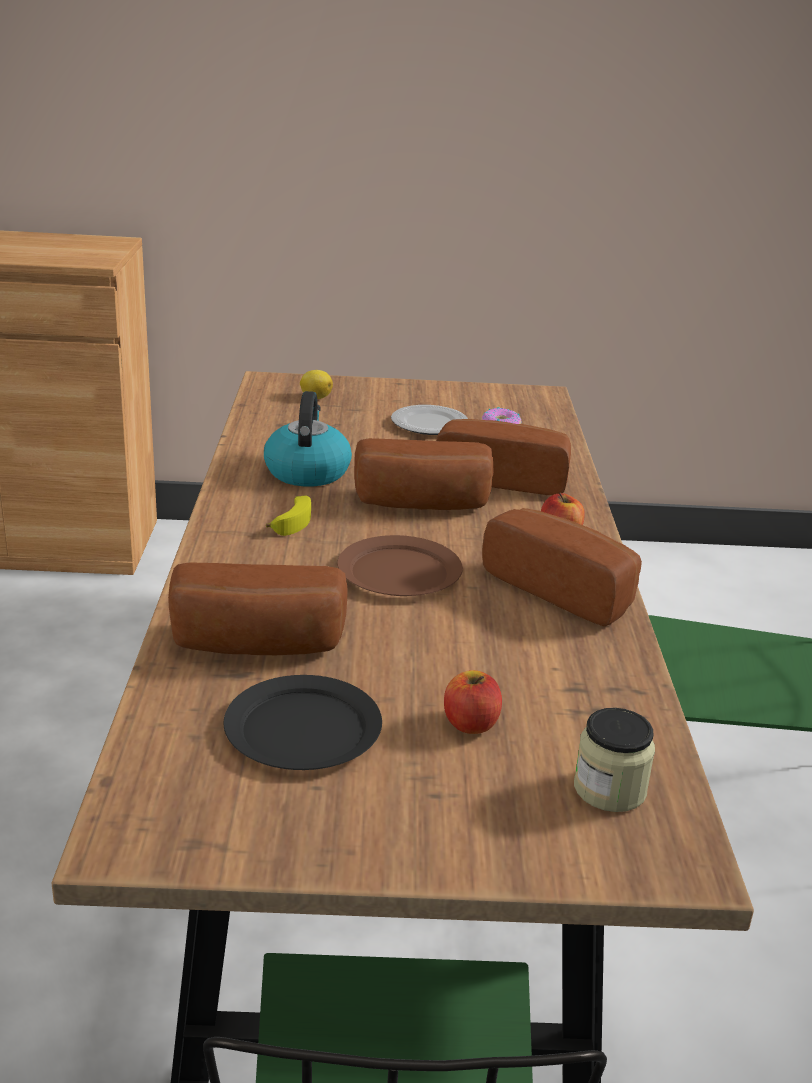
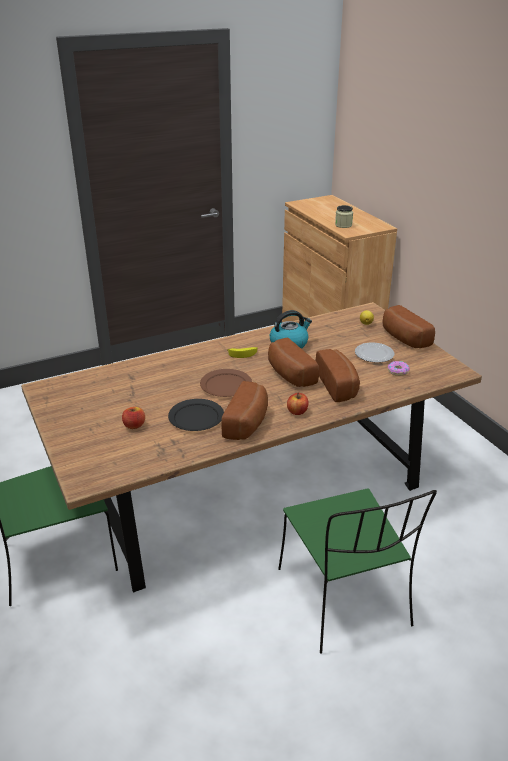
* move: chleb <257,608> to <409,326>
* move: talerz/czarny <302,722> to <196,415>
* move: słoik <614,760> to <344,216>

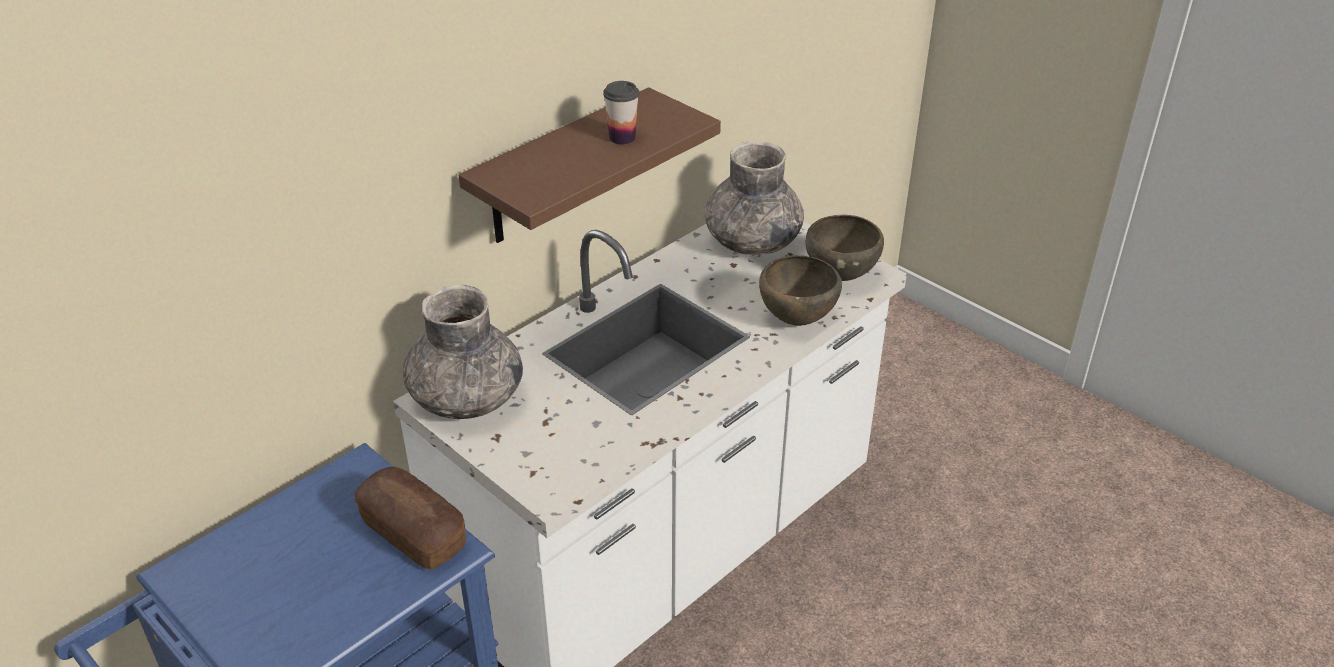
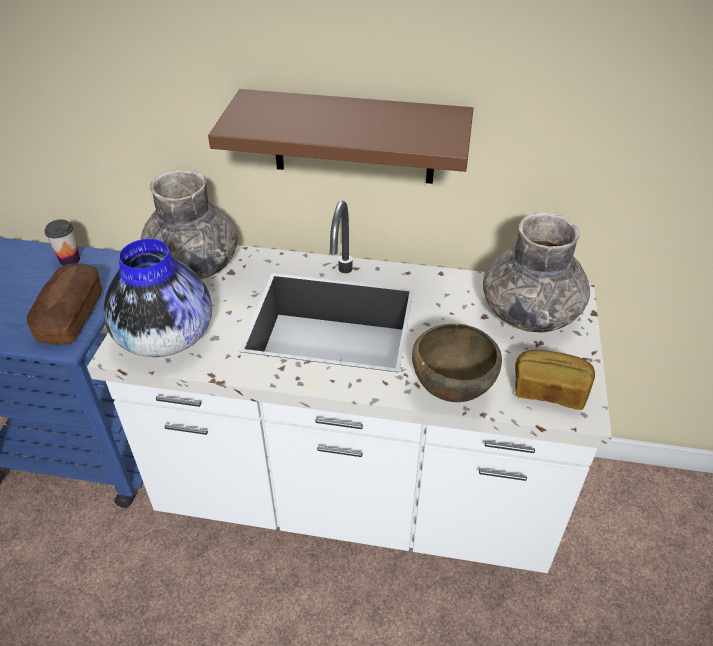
* insert: wazon <157,298>
* move: filiżanka <621,113> to <62,242>
* replace: miska/brązowy <845,248> to chleb <555,380>

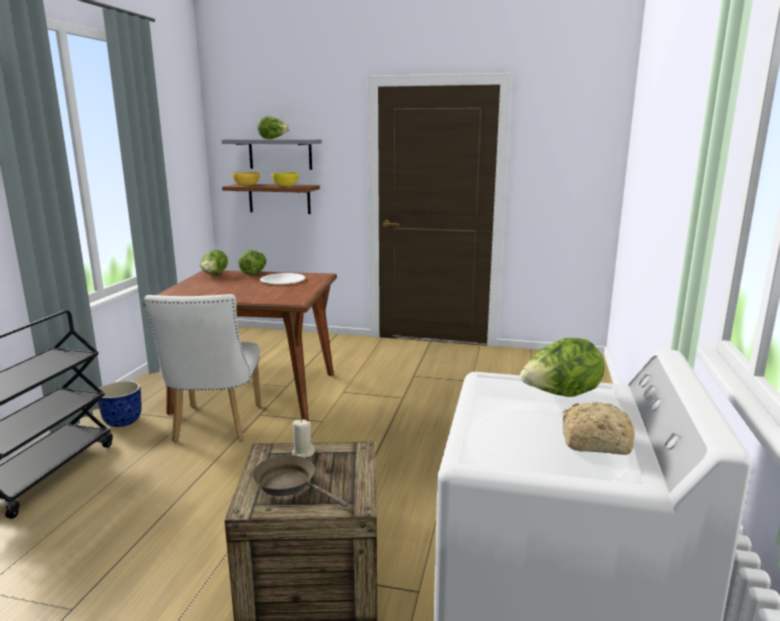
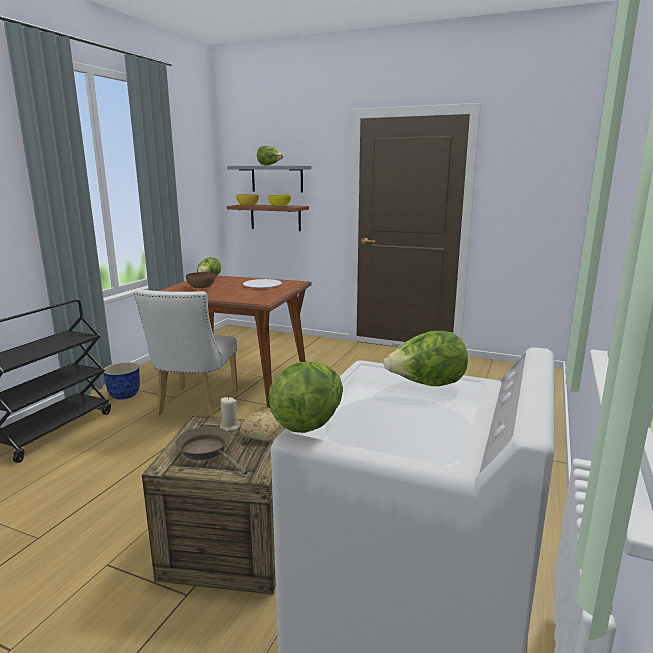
* insert: miska/brązowy <200,280>
* move: sałata <252,262> to <305,397>
* move: chleb <598,428> to <262,427>

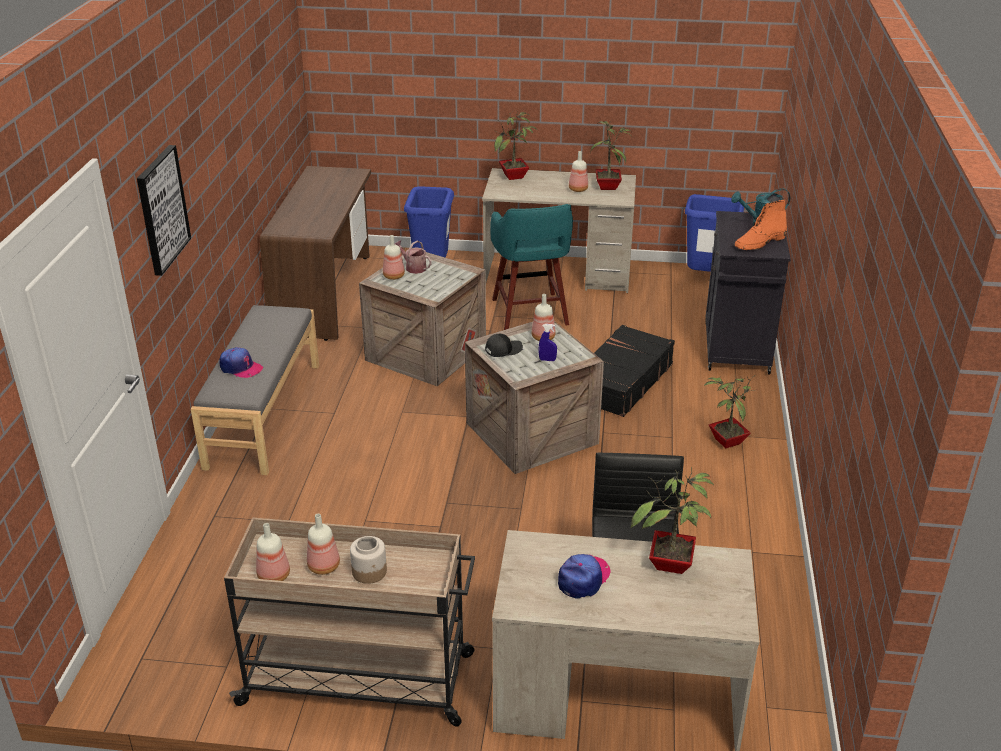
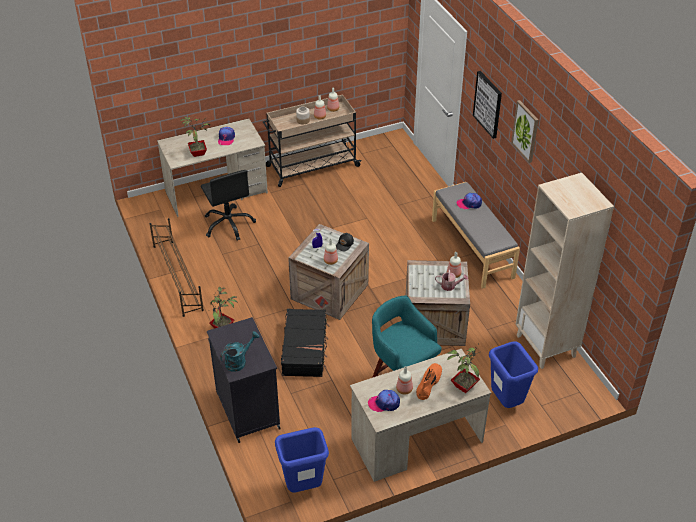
* insert: regał na buty/brązowy <176,267>
* insert: obraz <524,131>
* move: but z cholewką/pomarańczowy <761,225> to <429,381>
* replace: biurko/brązowy <315,253> to regał/beżowy <564,271>
* replace: roślina doniczkowa <611,155> to czapka z daszkiem <384,401>

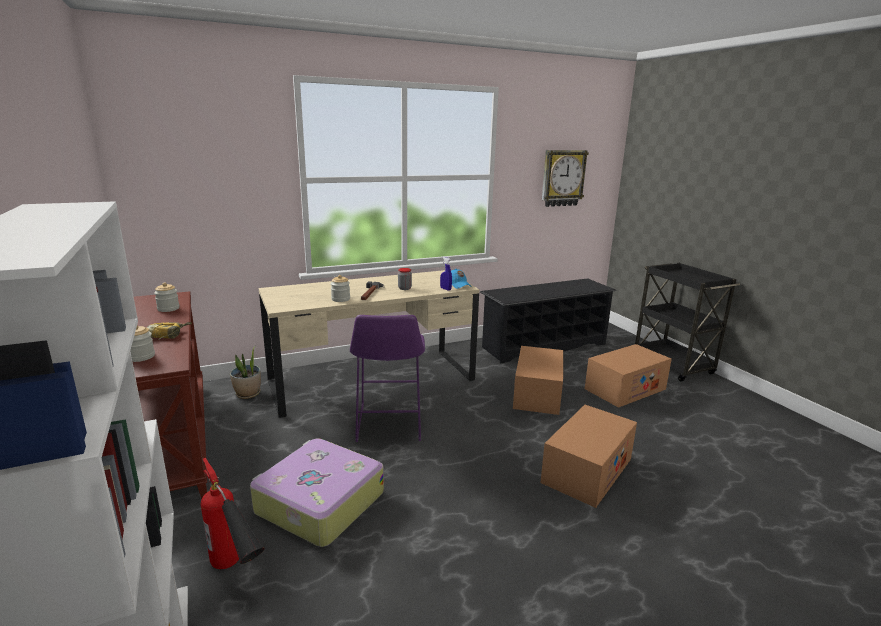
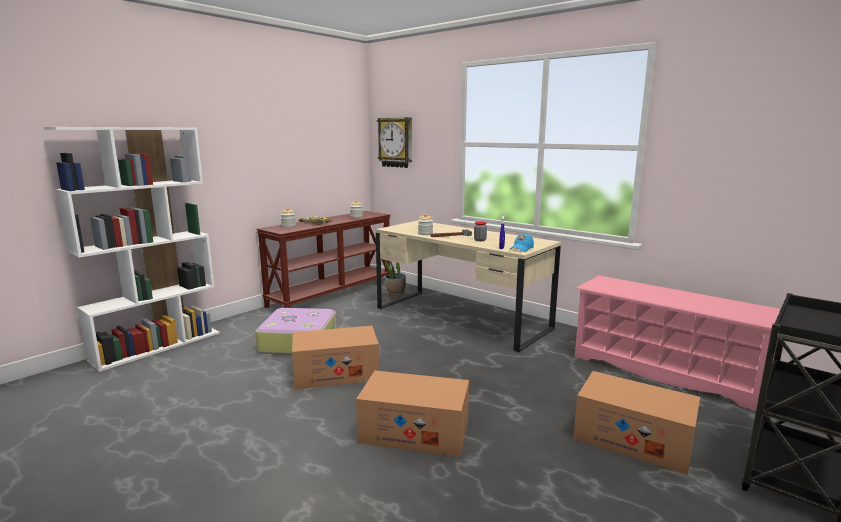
* delete: gaśnica <233,513>
* delete: stołek/fioletowy <387,378>
* move: karton <538,380> to <335,357>
* move: zegar ścienny <565,178> to <394,142>
* recolor: regał na buty/czarny <548,320> to regał na buty/różowy <678,343>

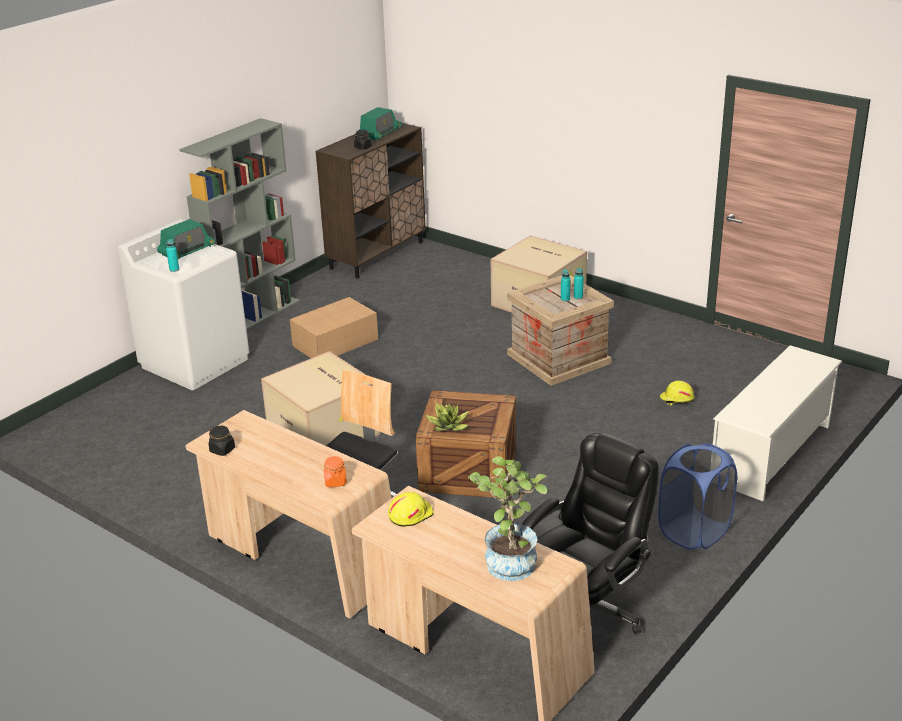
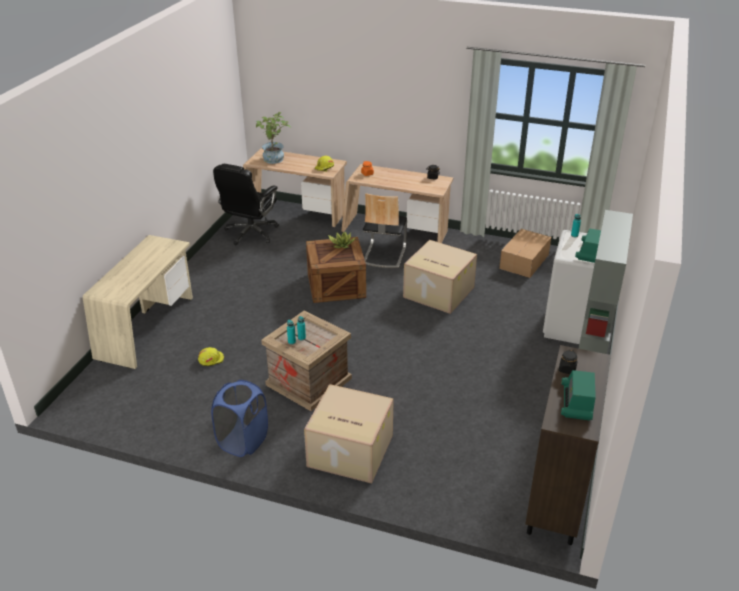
* move: karton <334,327> to <525,253>
* move: kosz na pranie/niebieski <697,496> to <239,418>
* replace: regał na buty/biały <777,423> to biurko/beżowy <138,302>

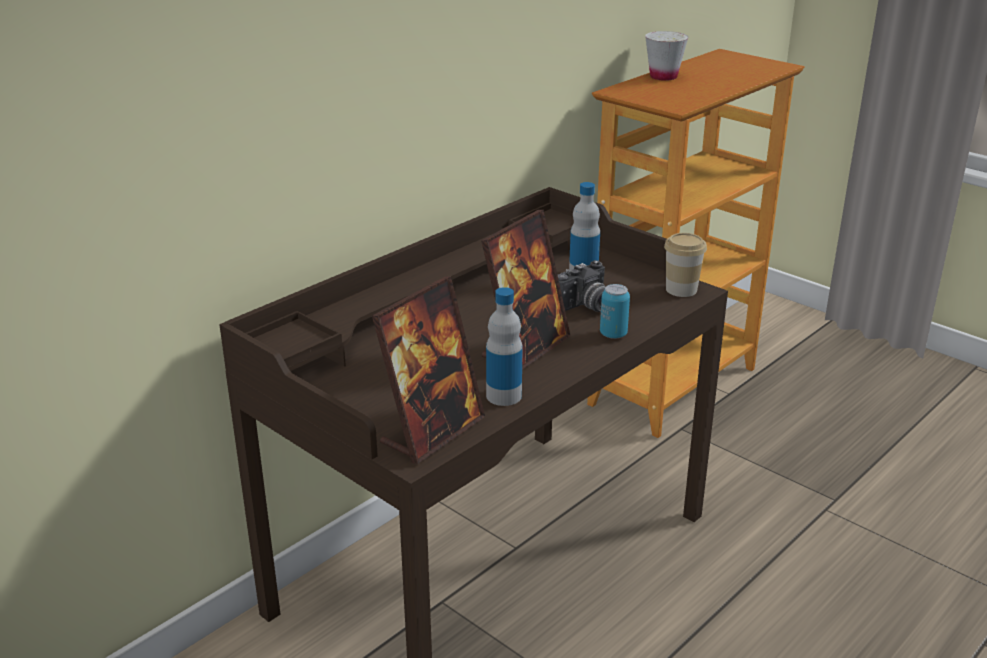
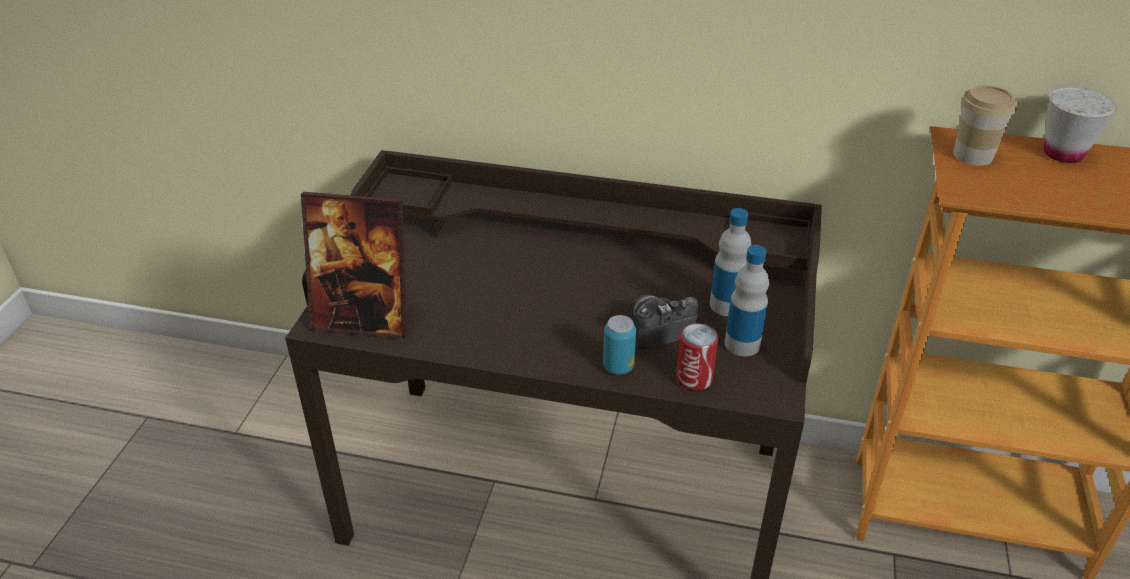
* delete: ramka na zdjęcie <525,290>
* insert: puszka <697,356>
* move: butelka <504,346> to <747,300>
* move: filiżanka <685,265> to <985,125>
* rotate: aparat fotograficzny <582,286> = <665,322> 135 degrees clockwise

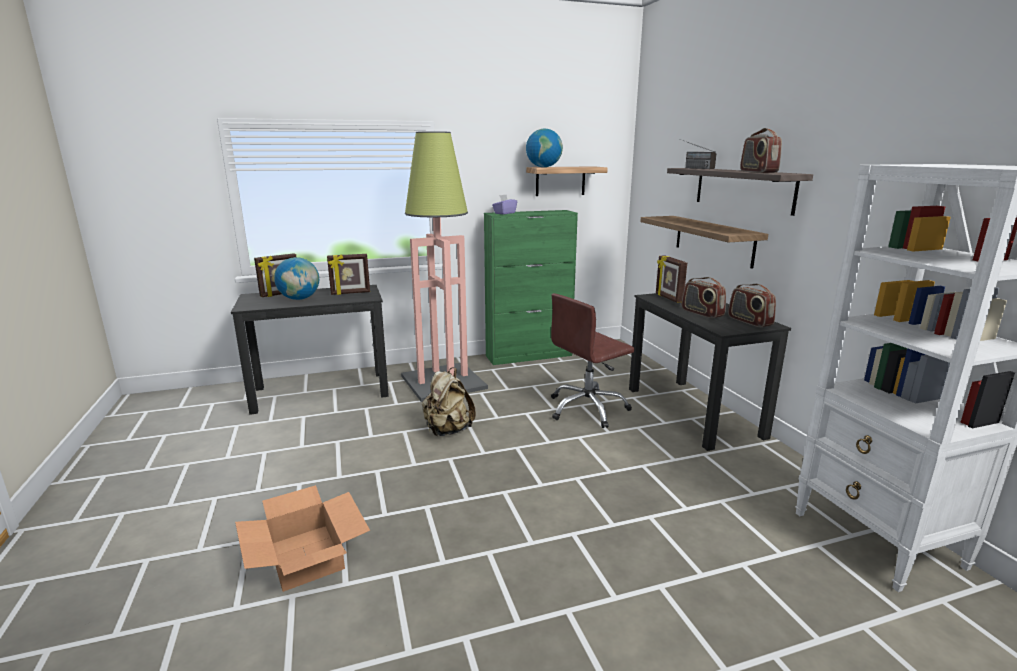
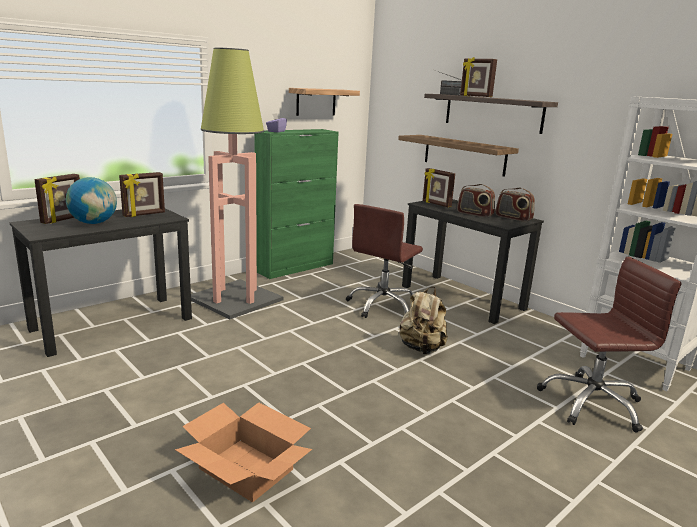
* delete: globus <544,148>
* delete: radio <761,150>
* insert: ramka na zdjęcie <478,77>
* insert: krzesło biurowe/brązowy <609,344>
* move: plecak/beżowy <449,401> to <423,320>

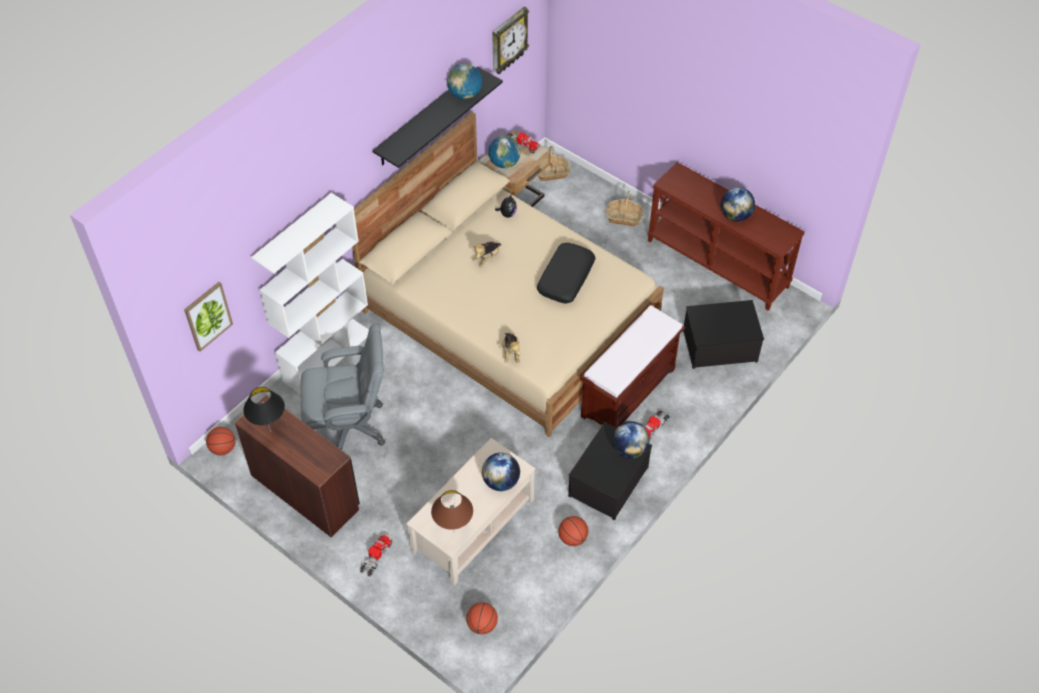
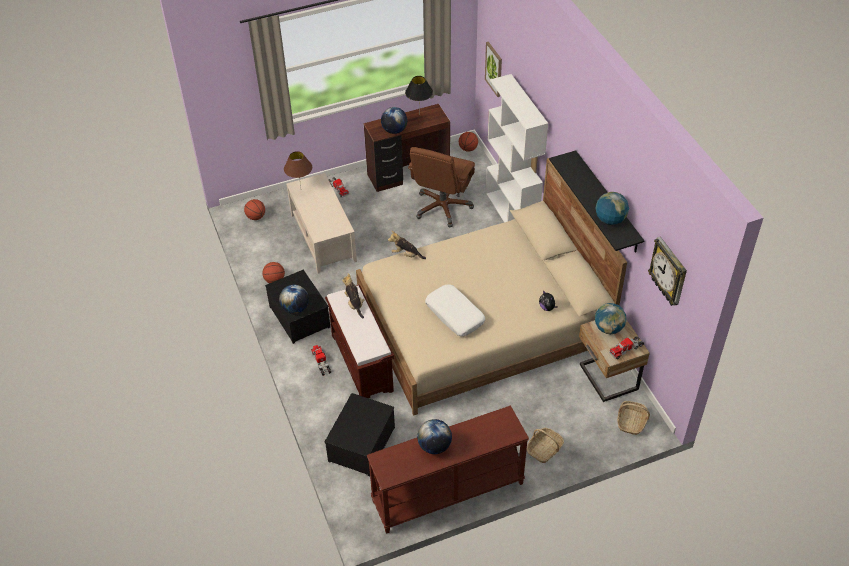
* move: pluszak <486,254> to <353,295>
* move: globus <501,472> to <394,120>
* recolor: krzesło biurowe/szary <343,387> to krzesło biurowe/brązowy <441,187>
* recolor: poduszka/czarny <566,273> to poduszka/biały <455,310>

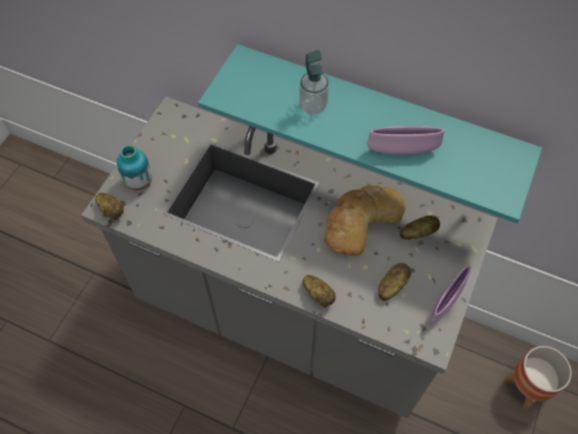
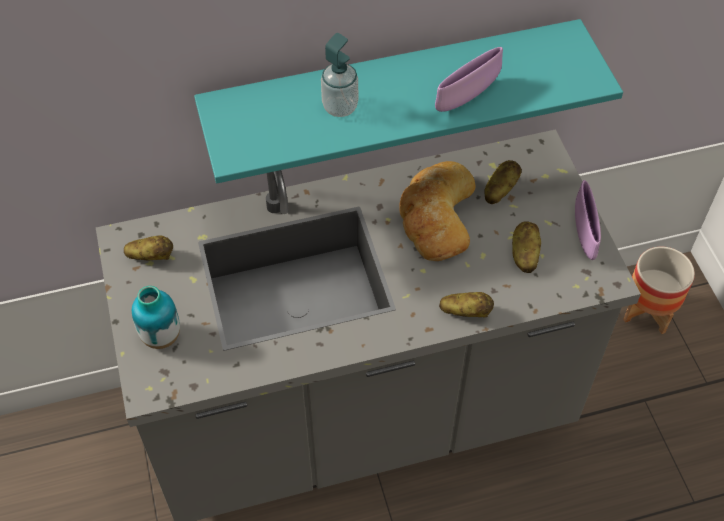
* move: ziemniak <109,206> to <148,248>

